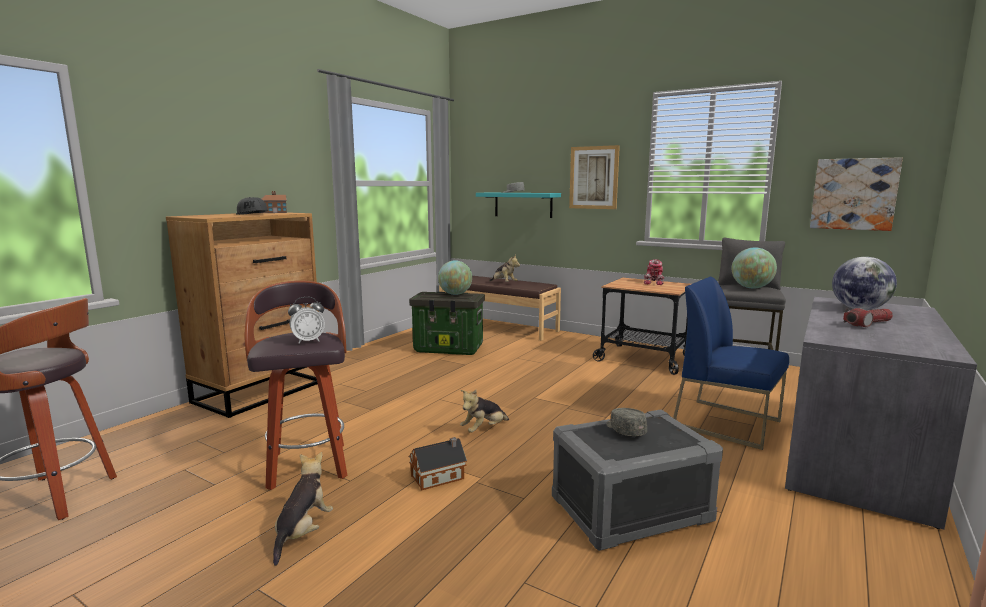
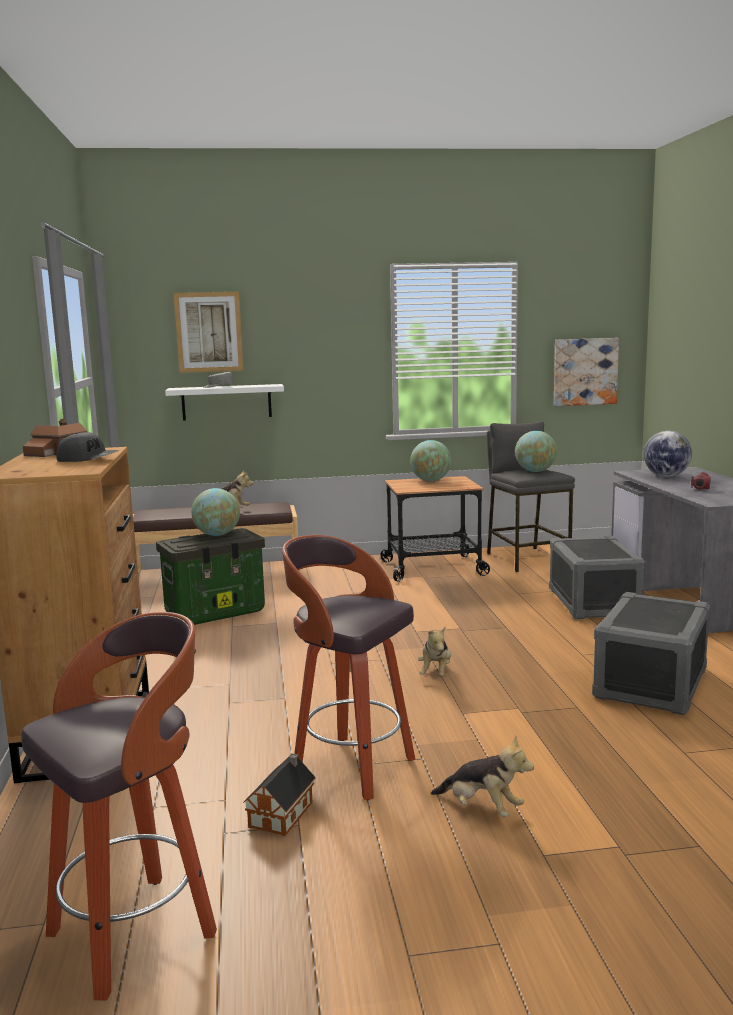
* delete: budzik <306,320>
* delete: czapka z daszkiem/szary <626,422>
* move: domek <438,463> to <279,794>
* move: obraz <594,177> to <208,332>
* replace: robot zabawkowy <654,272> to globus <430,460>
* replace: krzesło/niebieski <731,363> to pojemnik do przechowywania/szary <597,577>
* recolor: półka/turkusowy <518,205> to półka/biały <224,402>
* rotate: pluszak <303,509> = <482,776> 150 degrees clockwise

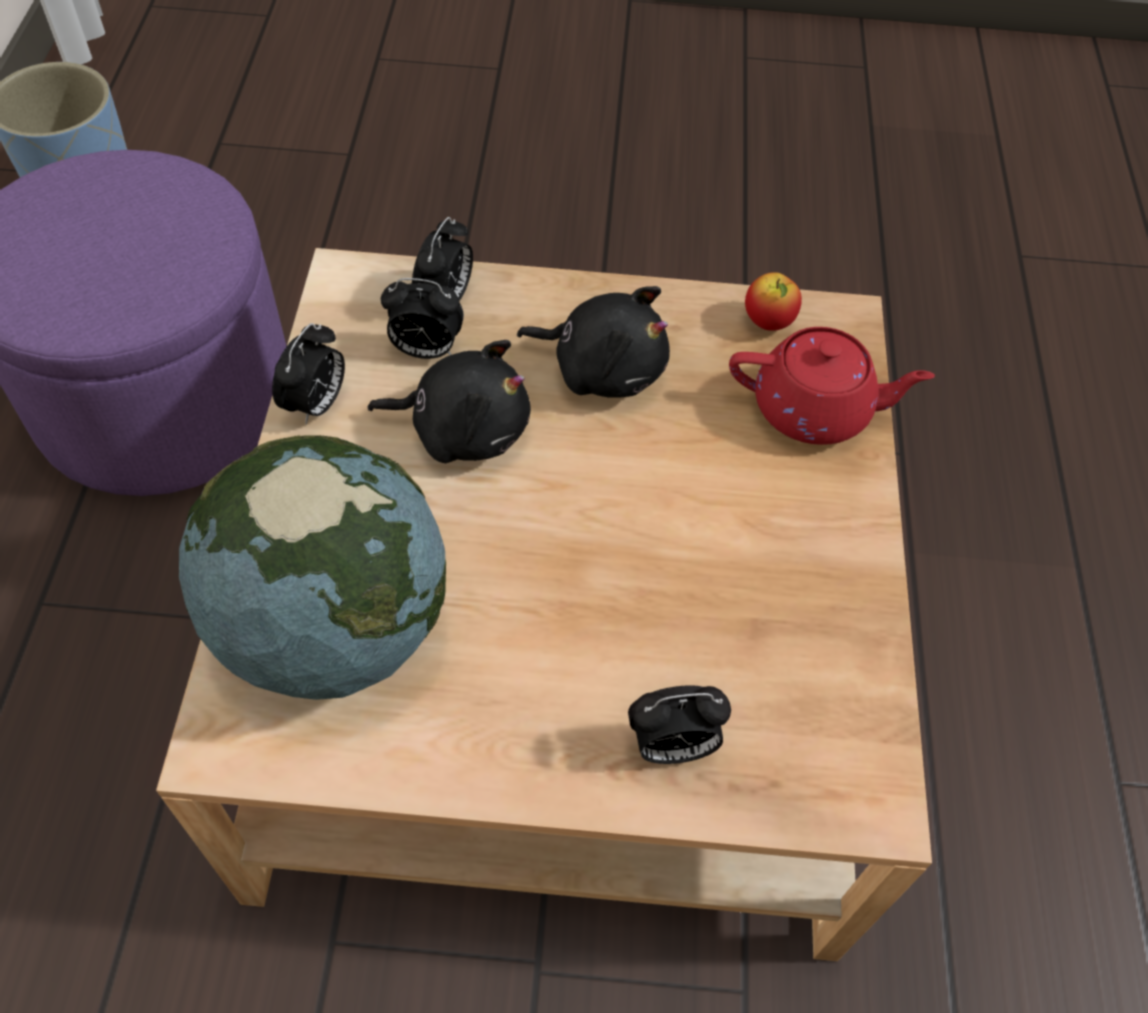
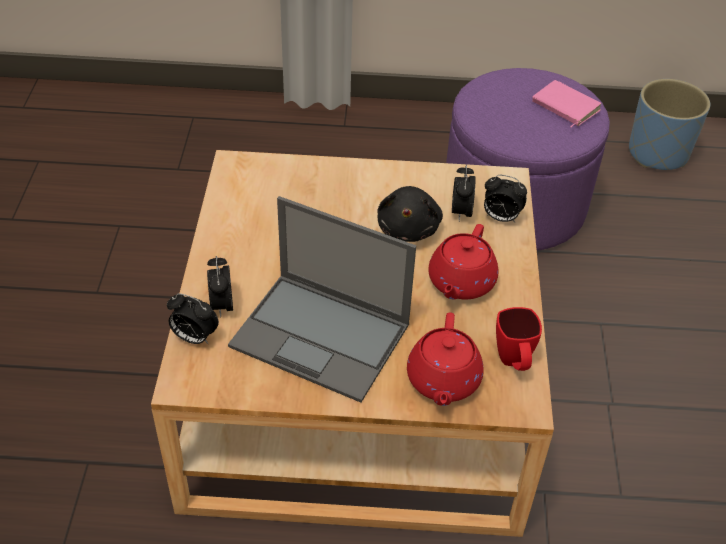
* delete: globus <312,567>
* insert: laptop <322,299>
* insert: książka/różowy <567,103>
* move: budzik <308,374> to <193,319>
* replace: pluszak/czarny <593,342> to imbryk/czerwony <463,261>
* replace: jabłko <773,301> to kubek/czerwony <519,339>

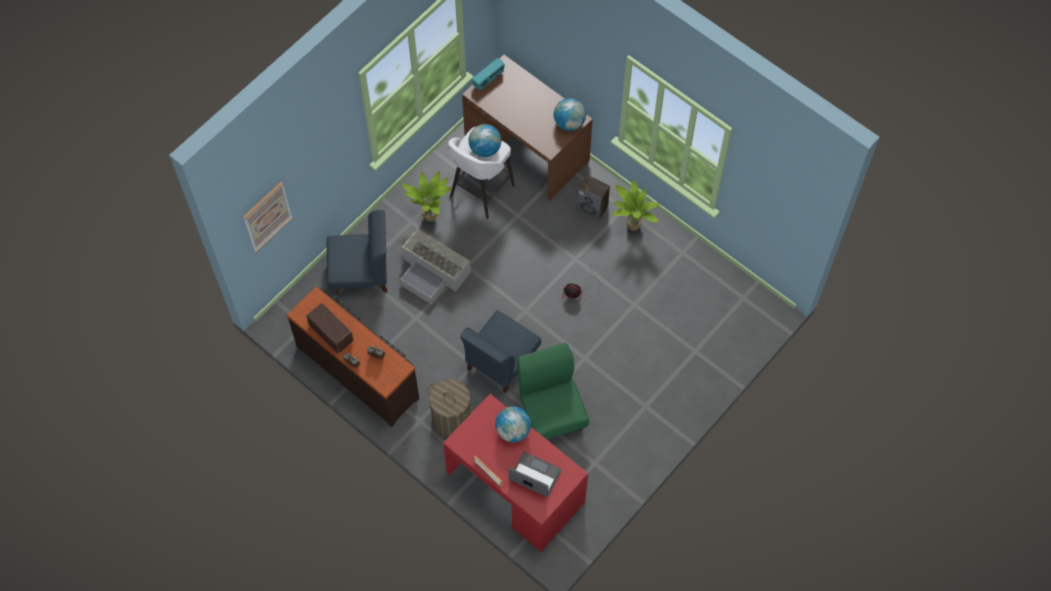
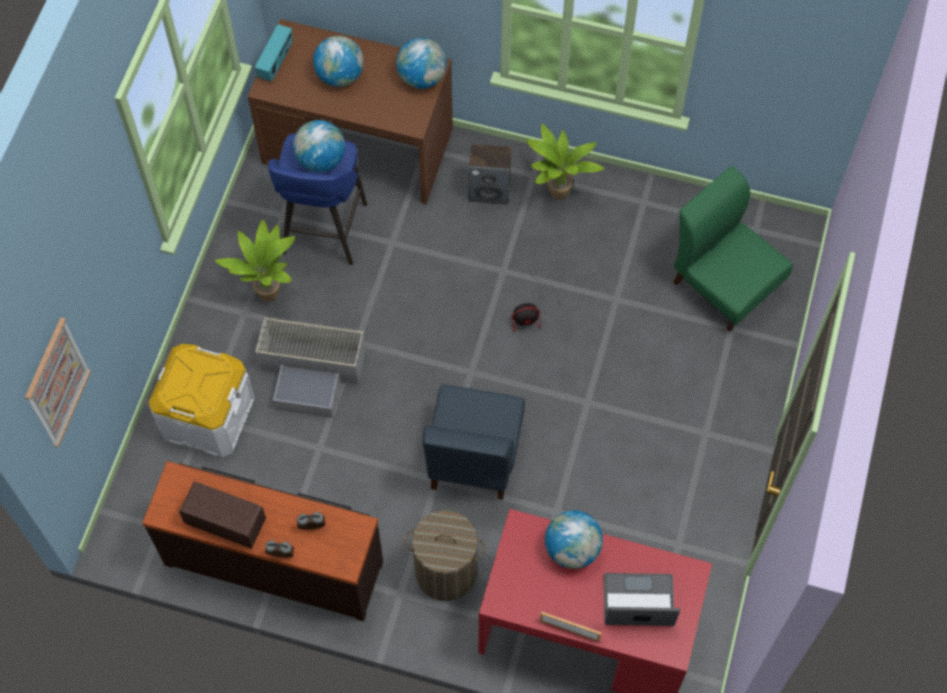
* insert: globus <338,61>
* move: krzesło/zielony <553,391> to <733,248>
* replace: krzesło/niebieski <357,252> to pojemnik do przechowywania/biały <202,401>
* recolor: stołek/biały <481,173> to stołek/niebieski <317,199>

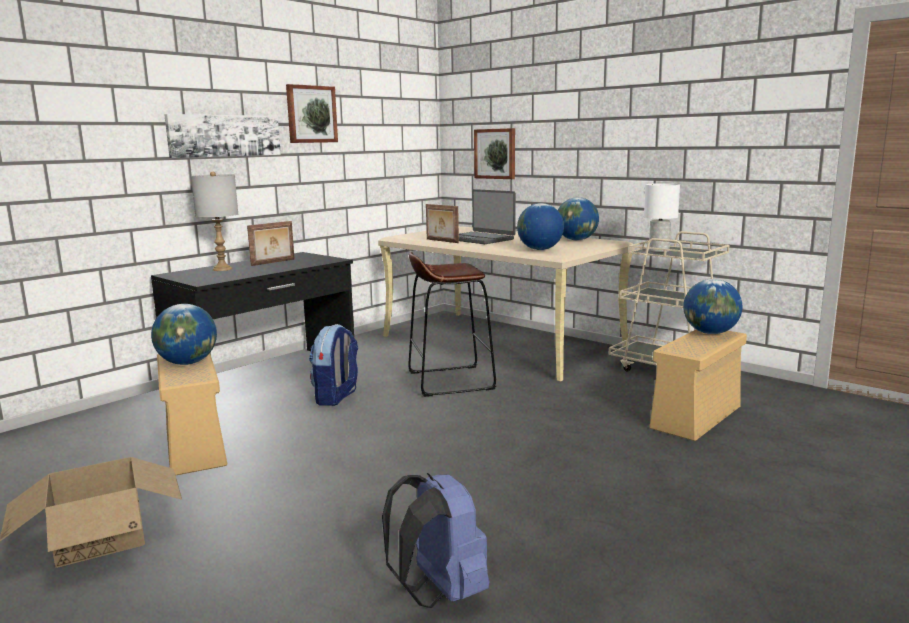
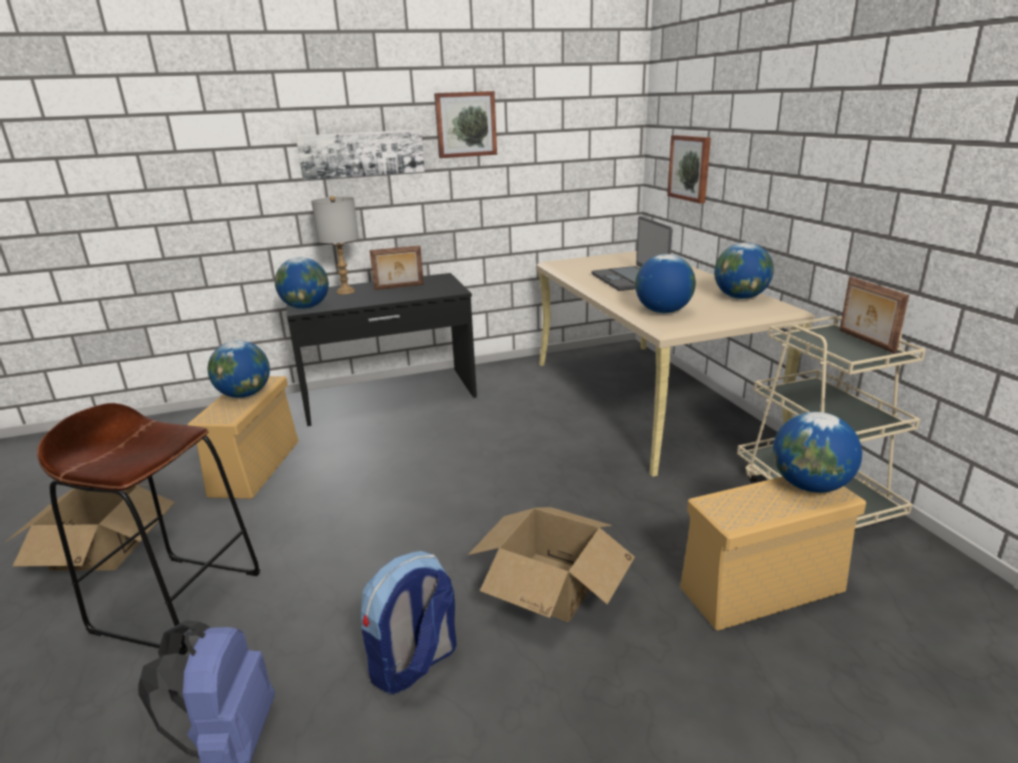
* delete: lampa stołowa/biały <662,218>
* insert: globus <302,283>
* insert: karton <551,564>
* move: plecak <333,365> to <409,622>
* move: stołek/brązowy <452,324> to <149,529>
* move: ramka na zdjęcie <442,223> to <874,315>

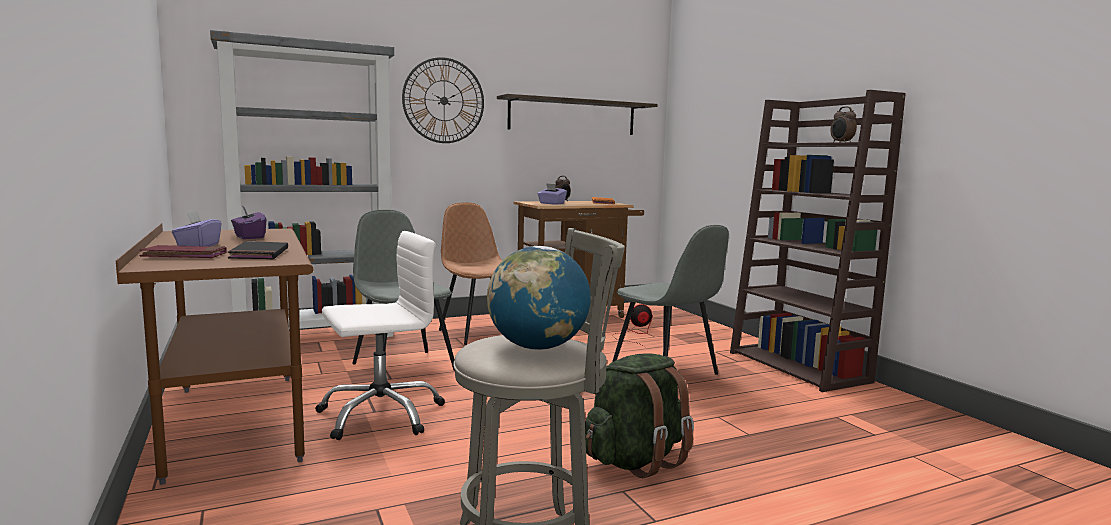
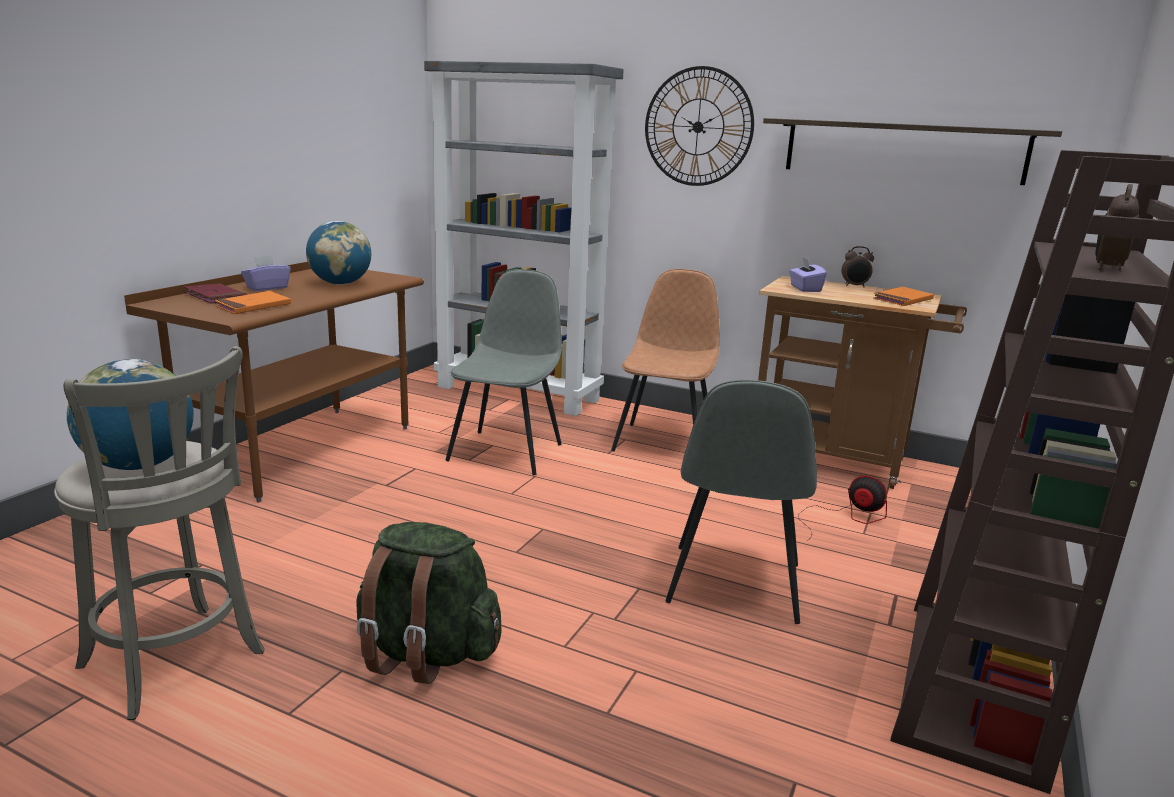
* delete: krzesło biurowe/biały <380,335>
* replace: pudełko chusteczek/fioletowy <249,222> to globus <338,253>
* recolor: książka/czarny <258,250> to książka/pomarańczowy <253,302>

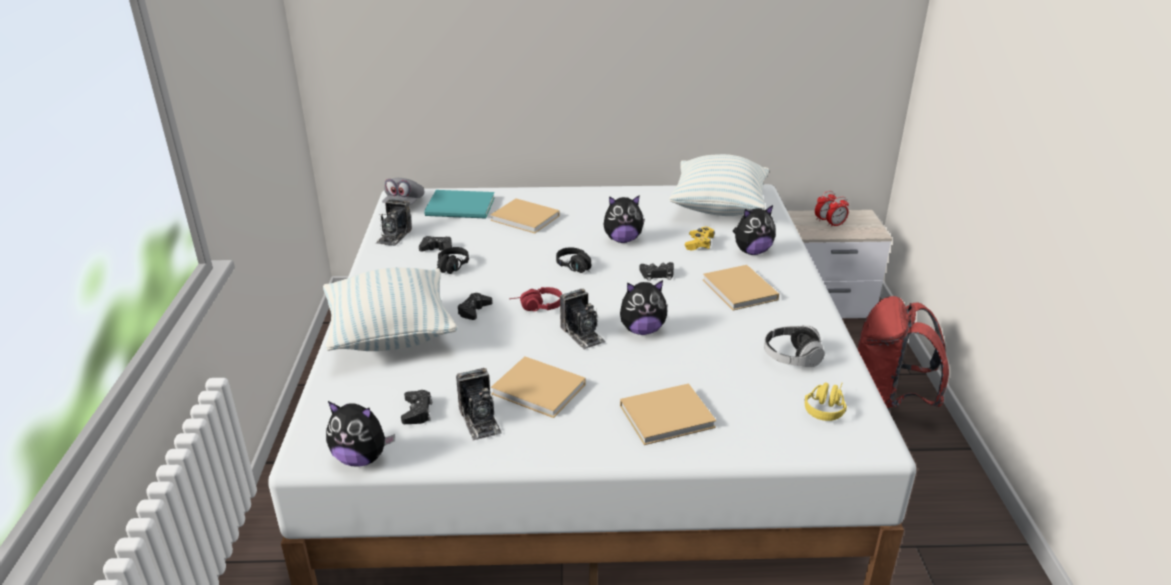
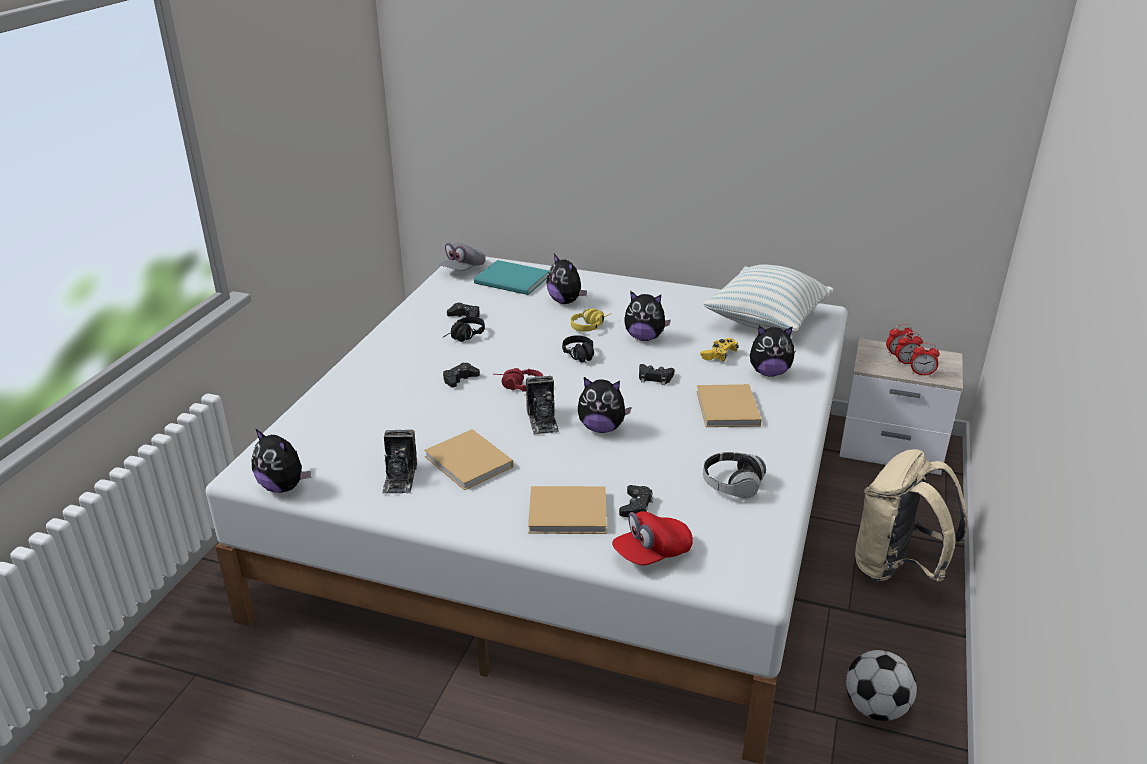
* delete: poduszka <390,309>
* delete: aparat fotograficzny <393,222>
* insert: czapka z daszkiem/czerwony <652,538>
* insert: piłka futbolowa <881,685>
* insert: budzik <925,359>
* move: pad do gier/czarny <416,407> to <636,501>
* move: słuchawki/żółty <826,401> to <591,320>
* replace: książka/beżowy <525,216> to pluszak <566,279>
* recolor: plecak/czerwony <903,354> to plecak/beżowy <911,515>

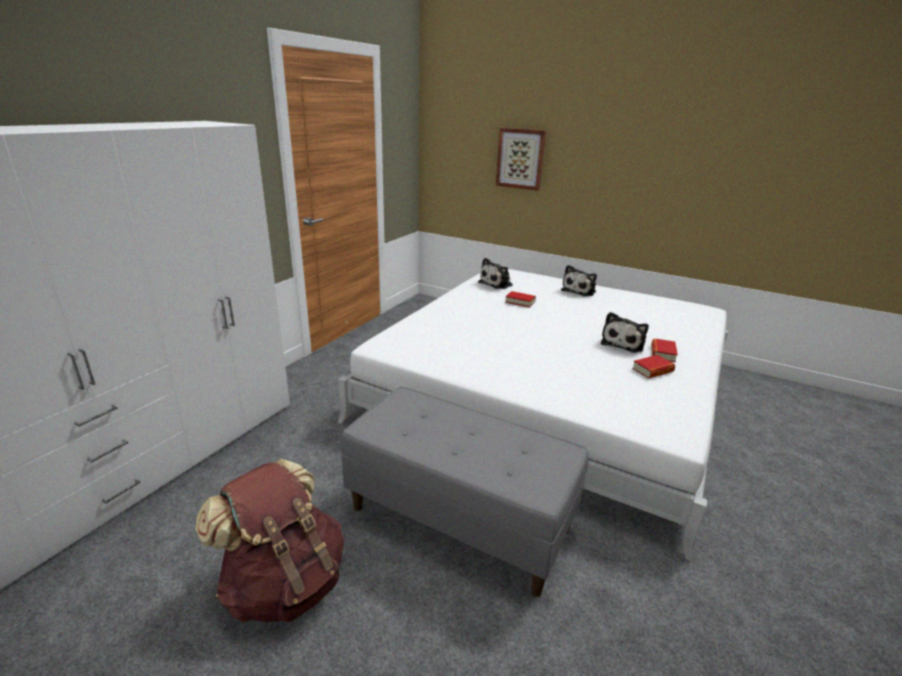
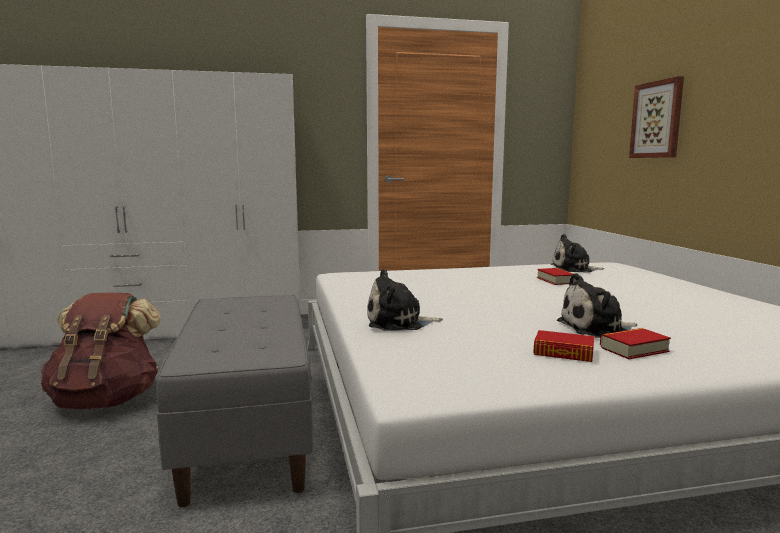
* move: pluszak <579,280> to <405,300>

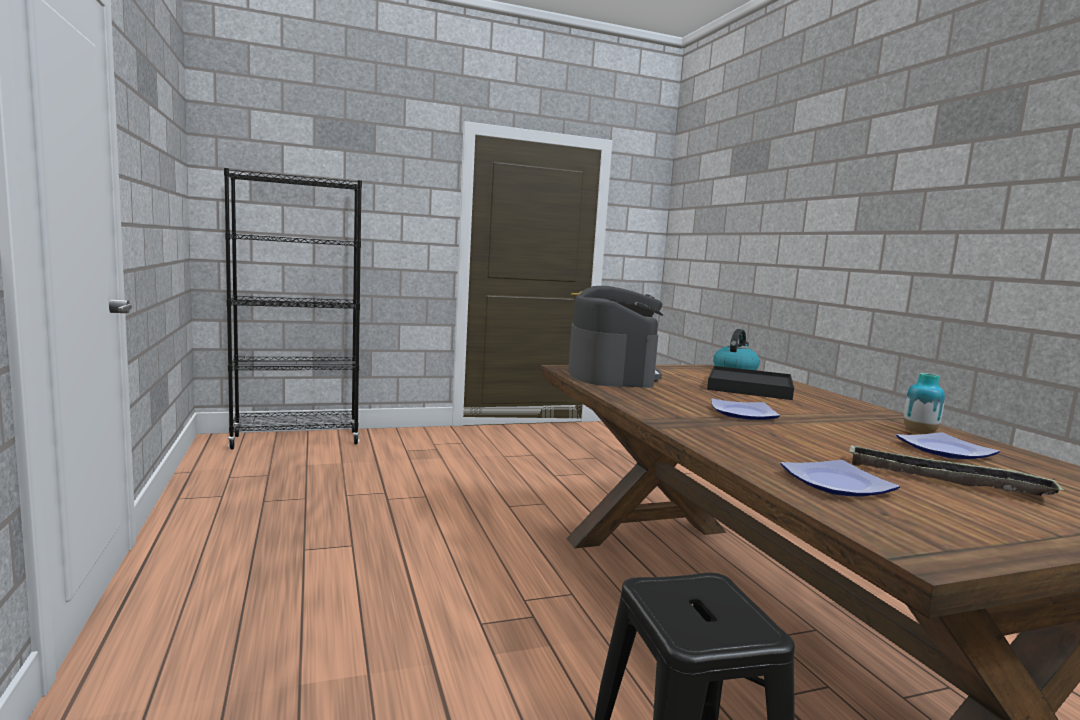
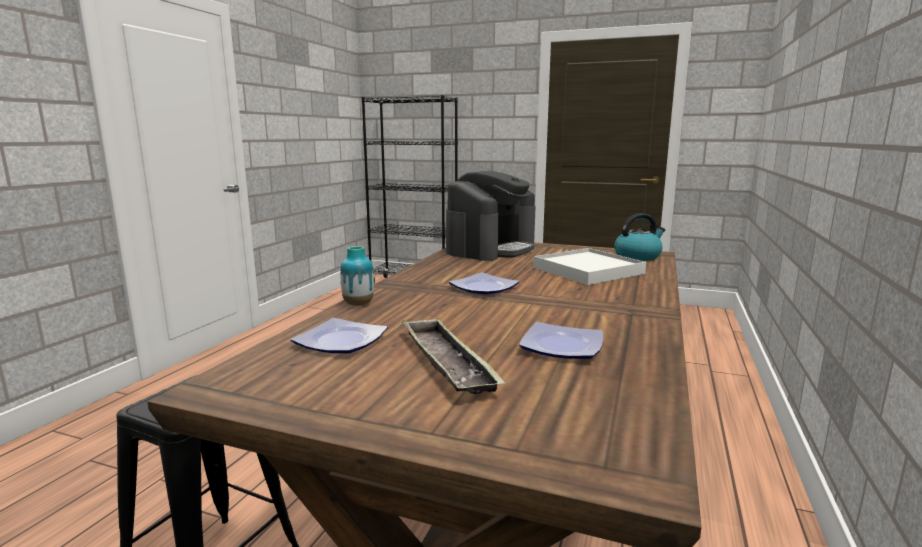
* move: wazon <924,403> to <357,276>
* recolor: taca/czarny <750,383> to taca/biały <589,266>

